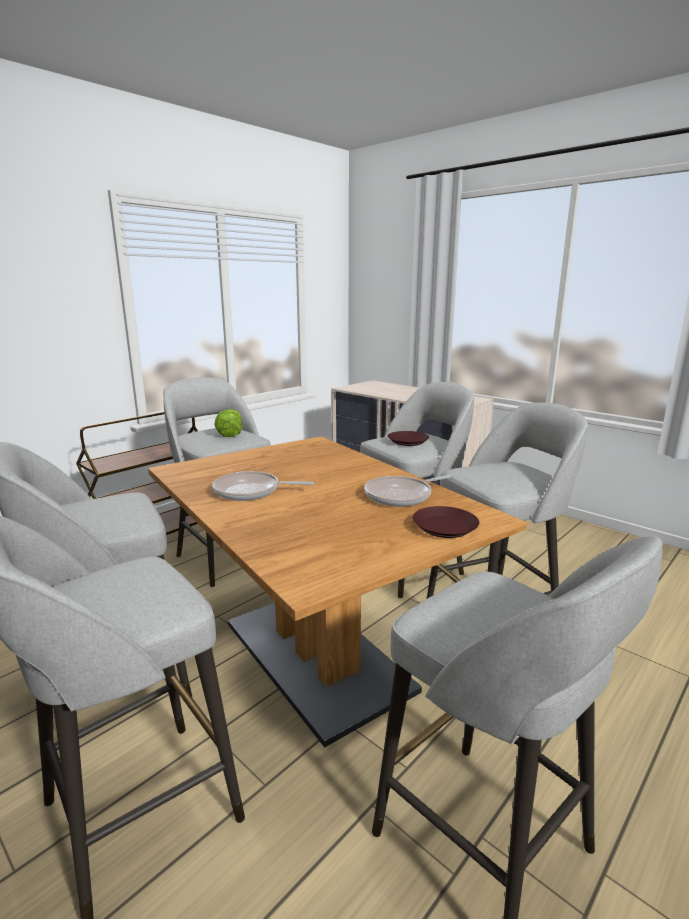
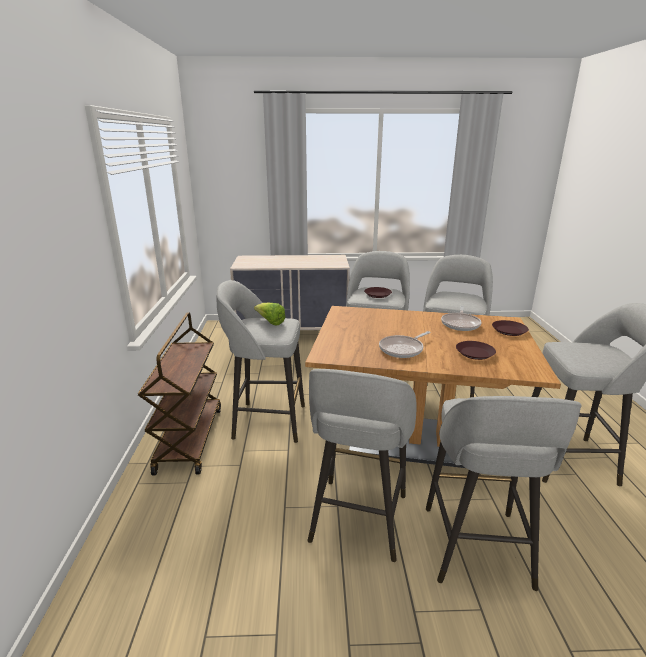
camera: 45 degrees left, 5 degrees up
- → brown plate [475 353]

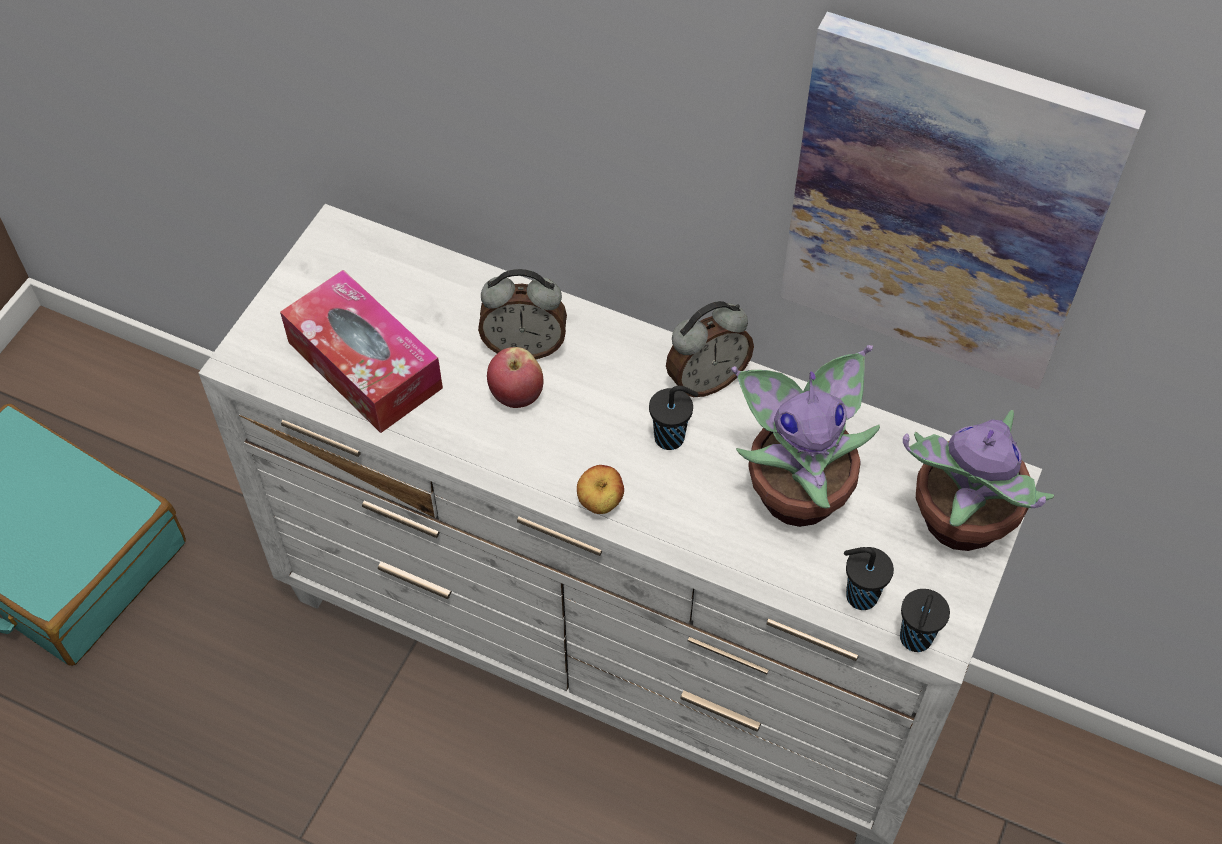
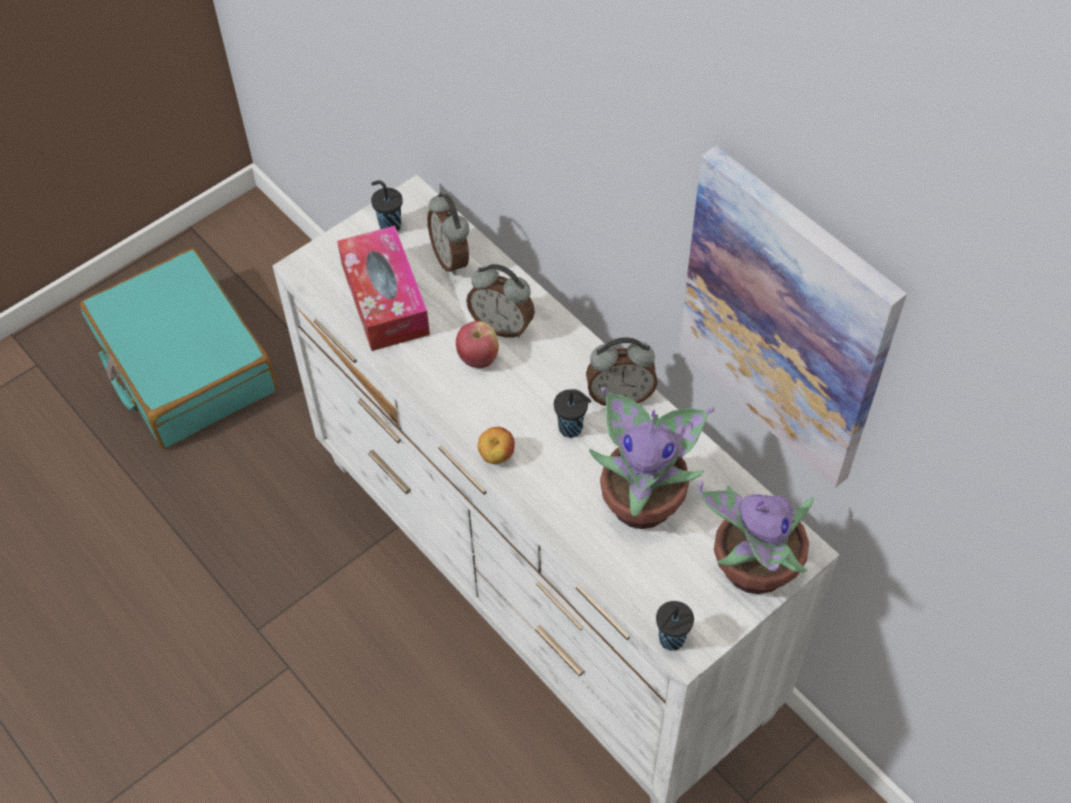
camera: 25 degrees right, 0 degrees up
black cup [859 596] → black cup [389 225], moved
- → alarm clock [452 258]

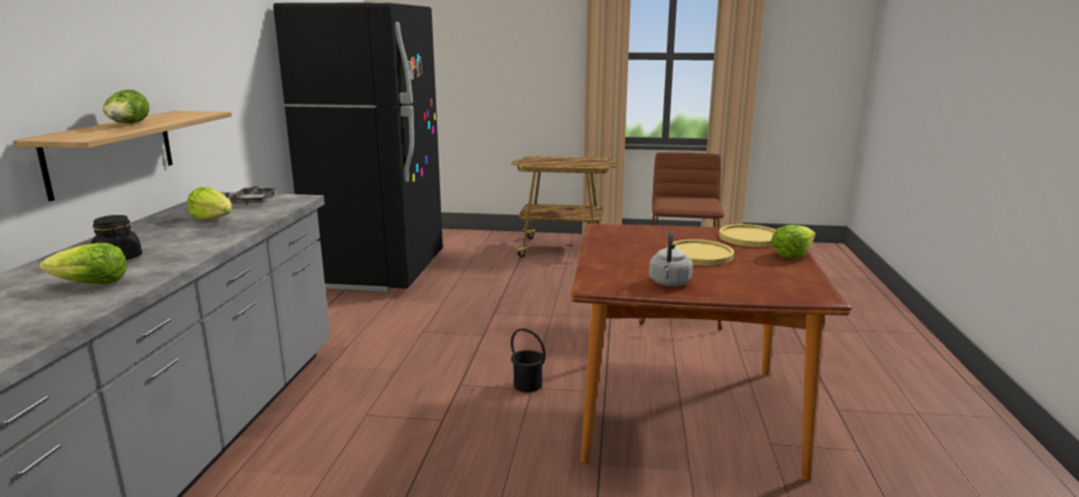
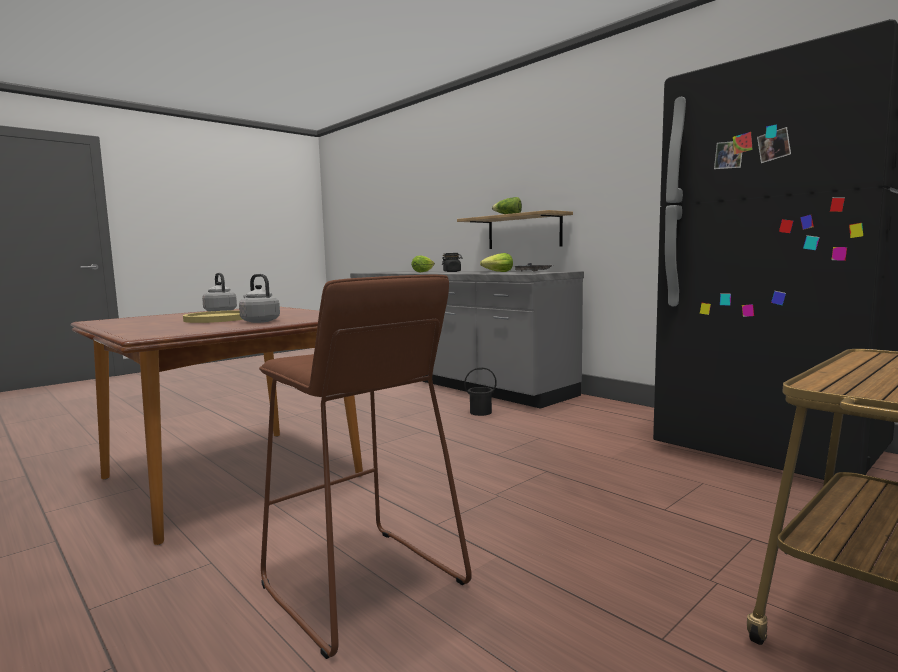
camera: 130 degrees right, 10 degrees down
- → grey kettle [259 321]
black bucket [527 385] → black bucket [480 412], moved
yellow plate [750 237] → -
lettuce [792 254] → -

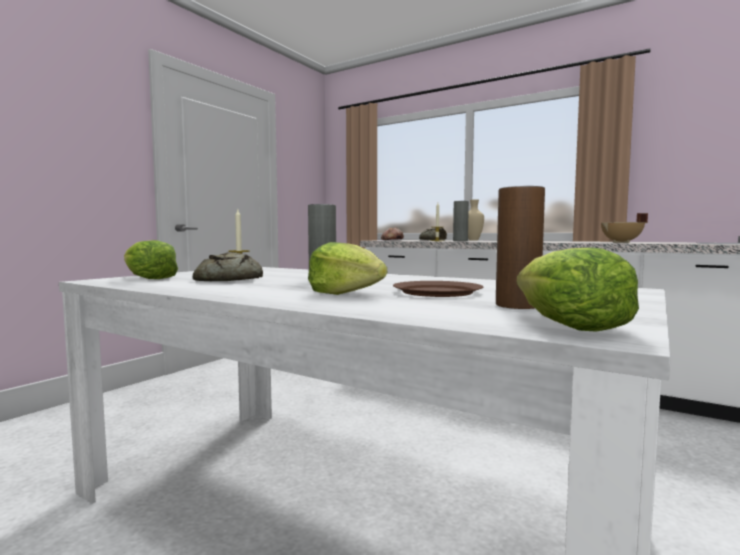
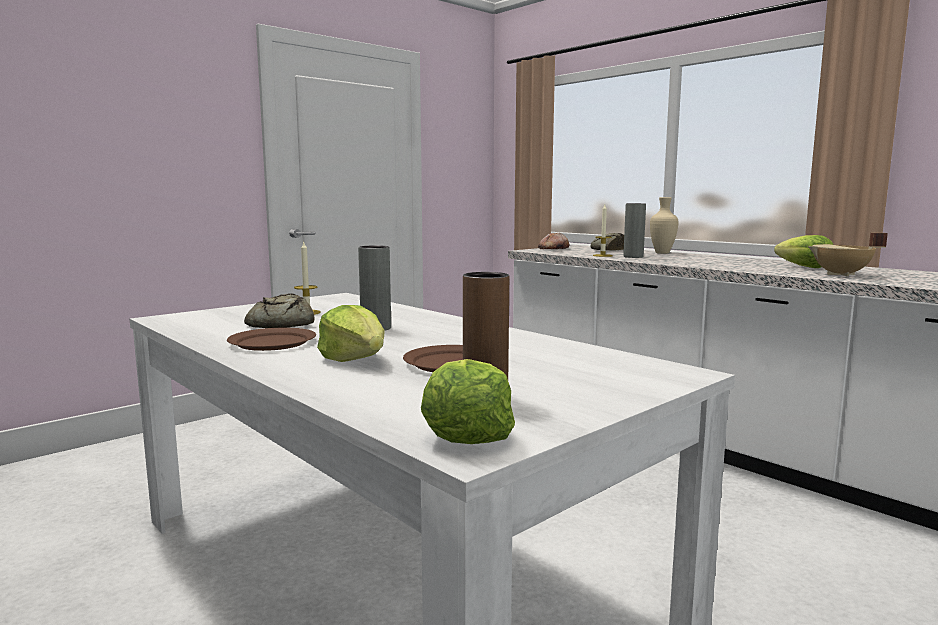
camera: 15 degrees right, 5 degrees up
- → brown plate [272 342]
lettuce [149 278] → lettuce [804 267], moved

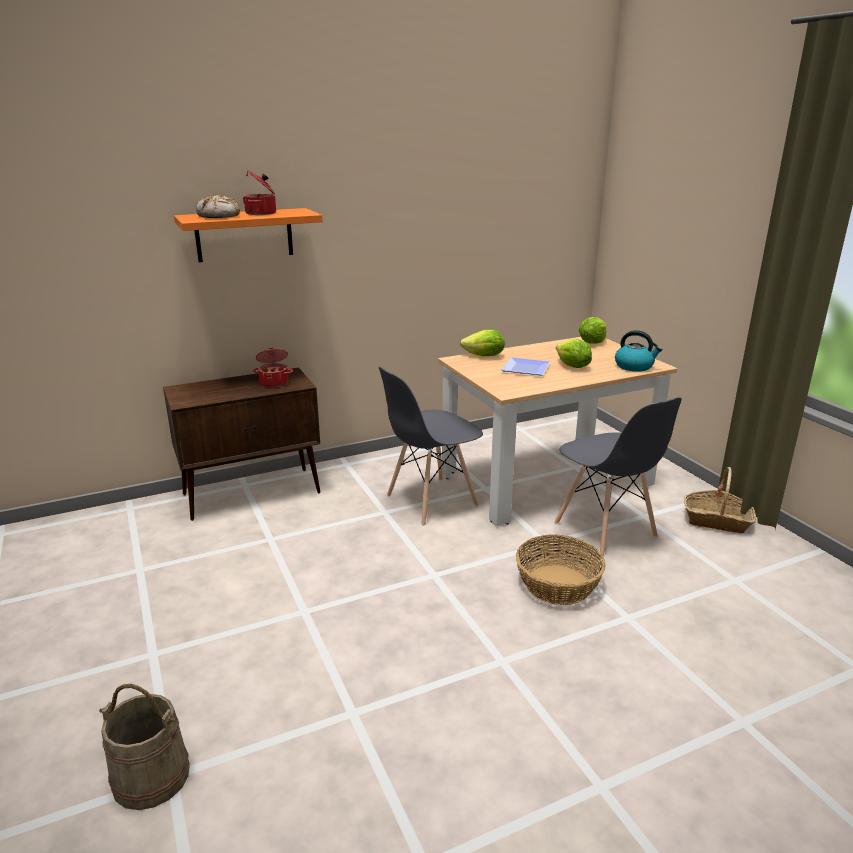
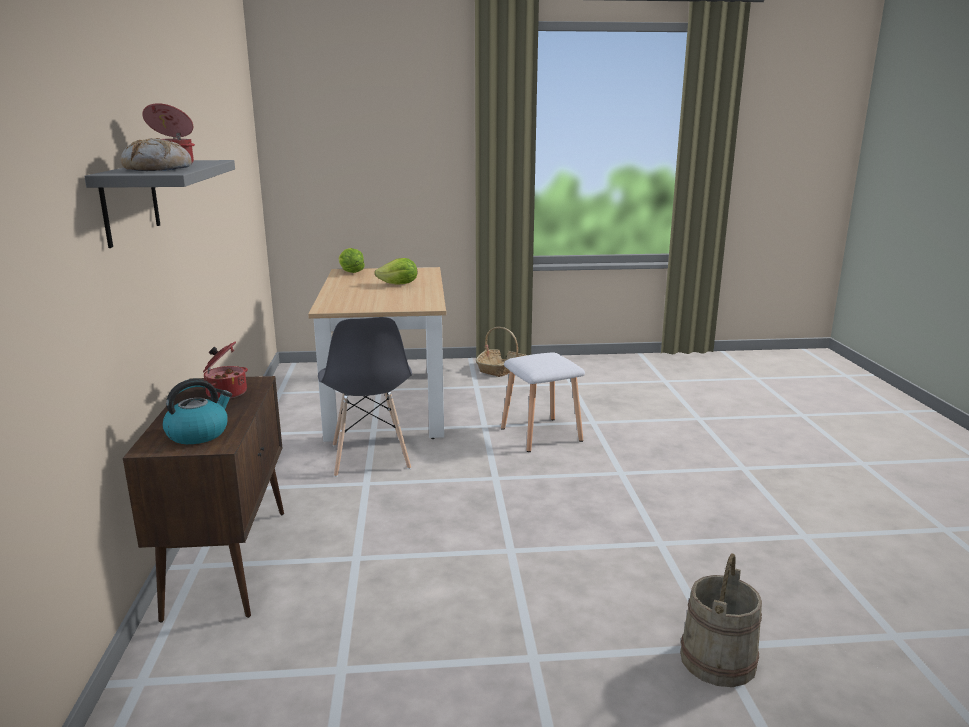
camera: 70 degrees left, 5 degrees down
orange shelf [244 235] → grey shelf [130 201]
kettle [634 366] → kettle [198 433], moved
basket [558 584] → white stool [542 434]
lettuce [484 356] → -
plate [524 368] → -
grey chair [605 530] → -

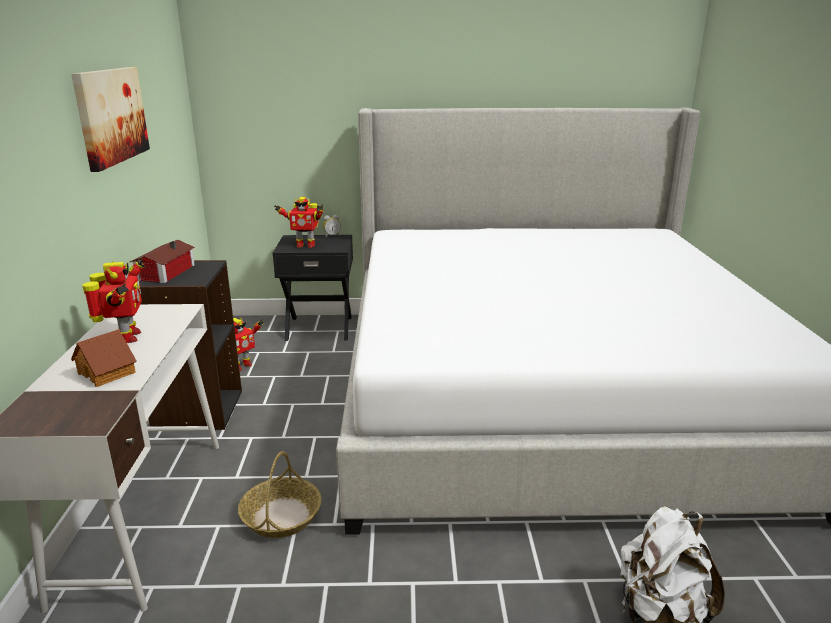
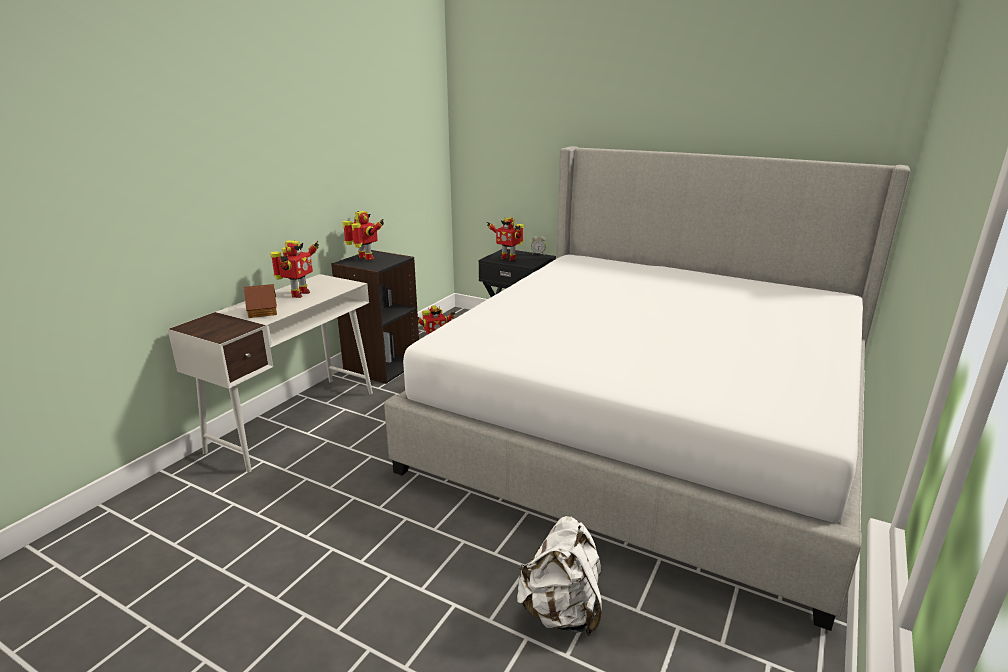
camera: 30 degrees right, 0 degrees up
toy house [163 273] → toy robot [365 258]
picture [111 116] → -
basket [281 516] → -

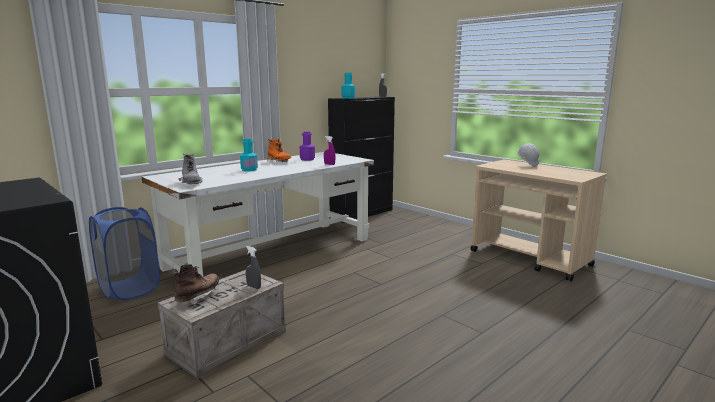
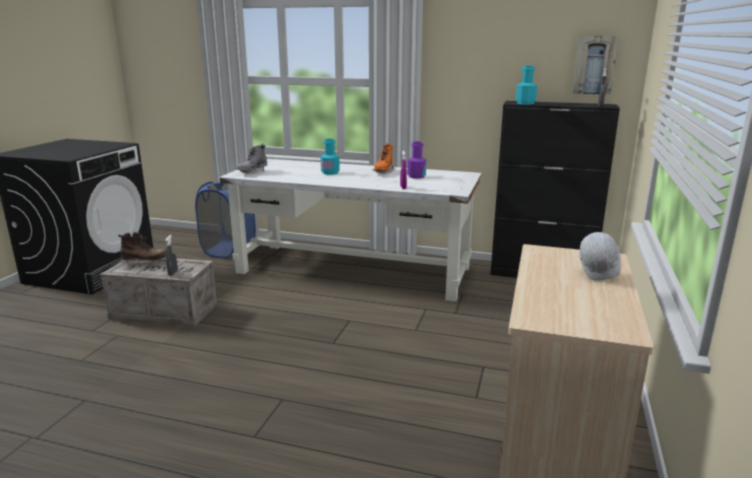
camera: 60 degrees right, 5 degrees up
- → picture [594 65]

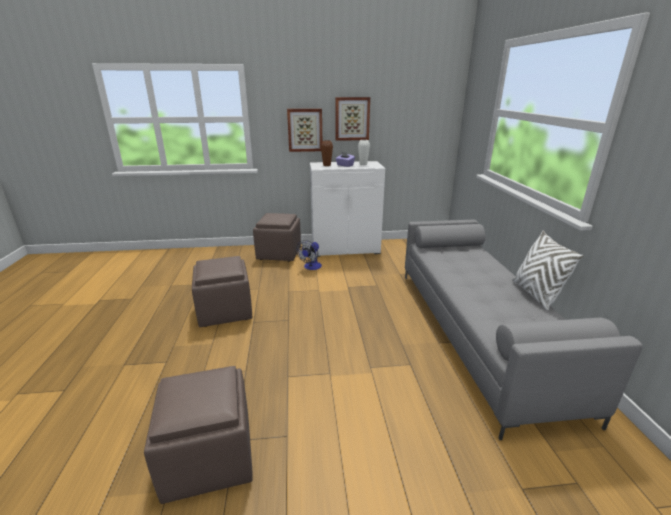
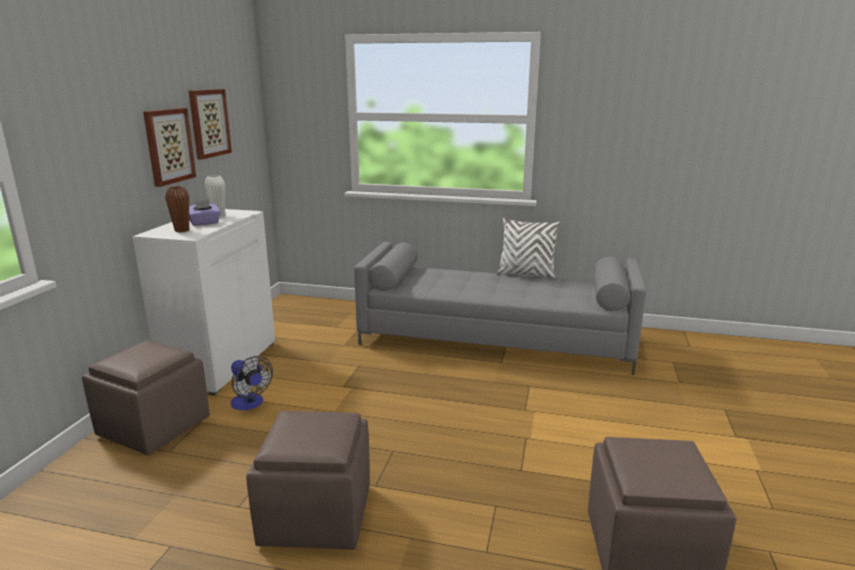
camera: 70 degrees left, 5 degrees down
picture [305 130] → picture [209 123], moved

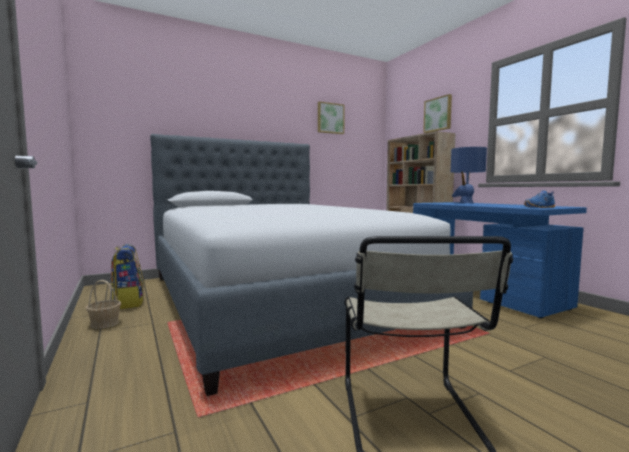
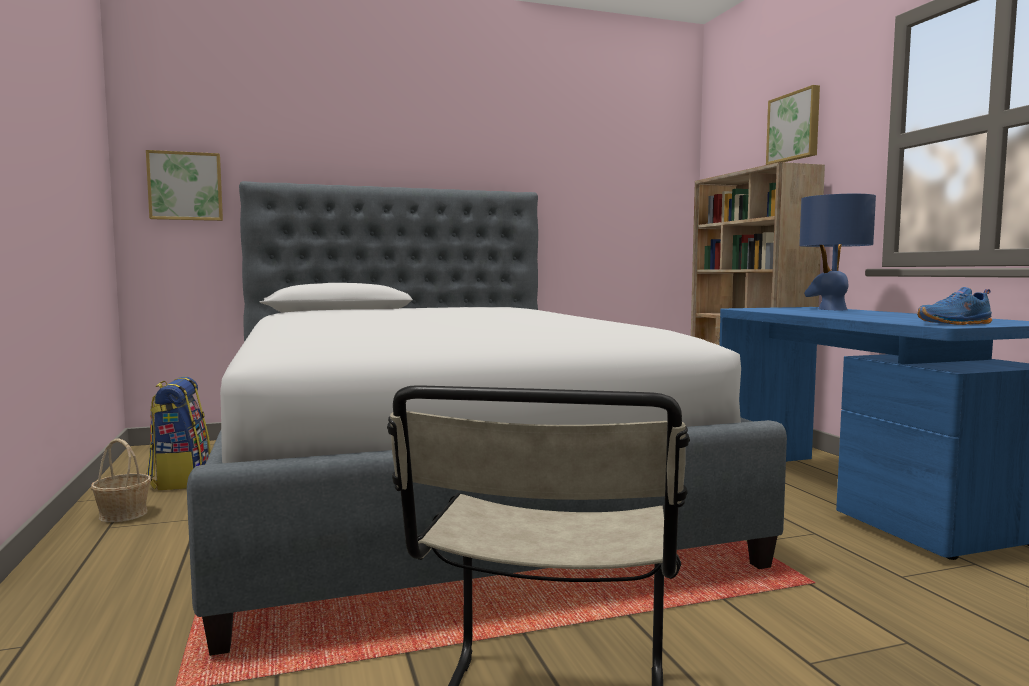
camera: 10 degrees right, 0 degrees up
picture [330 118] → picture [185 186], moved

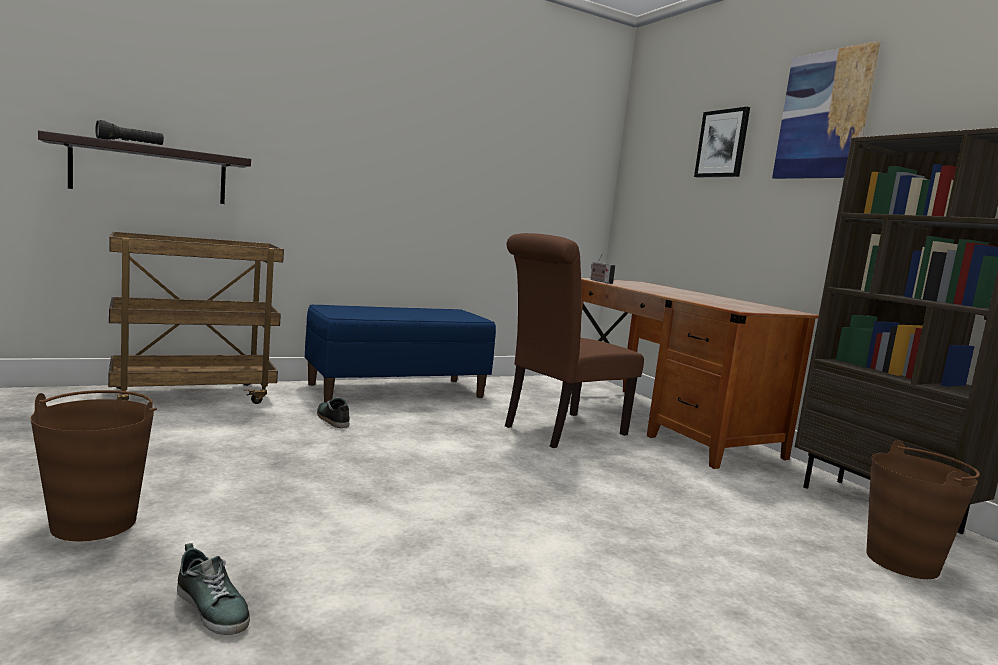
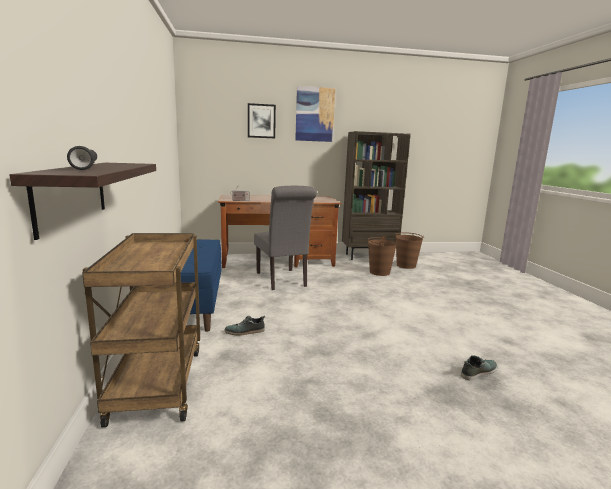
camera: 70 degrees left, 5 degrees up
brown chair [559 431] → grey chair [282 280]
brown bucket [95 523] → brown bucket [379 272], moved

